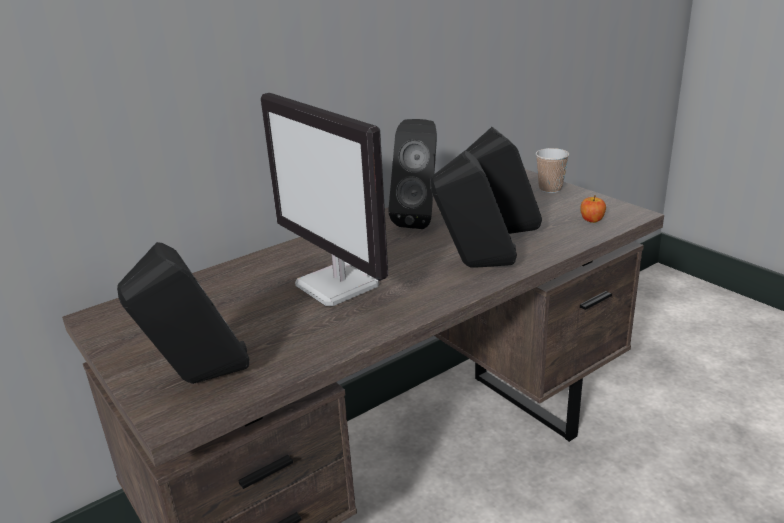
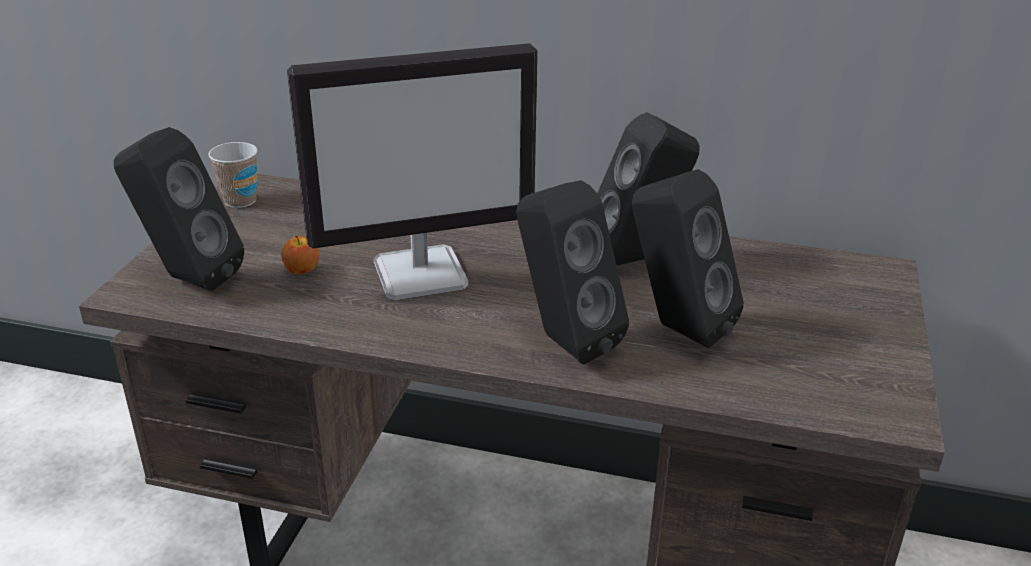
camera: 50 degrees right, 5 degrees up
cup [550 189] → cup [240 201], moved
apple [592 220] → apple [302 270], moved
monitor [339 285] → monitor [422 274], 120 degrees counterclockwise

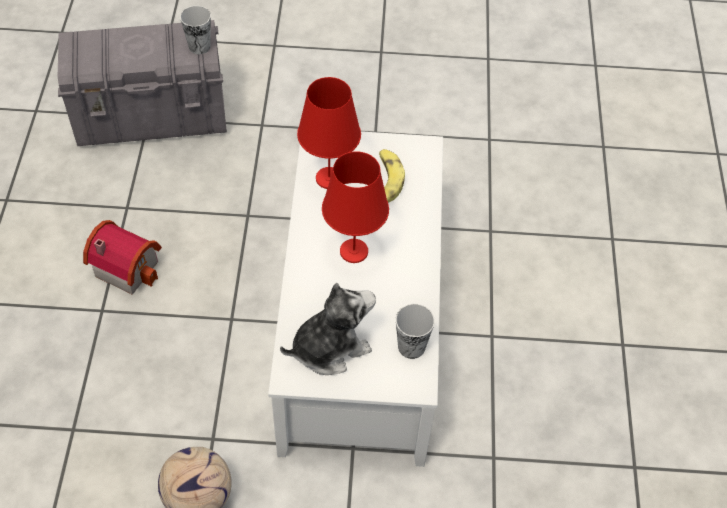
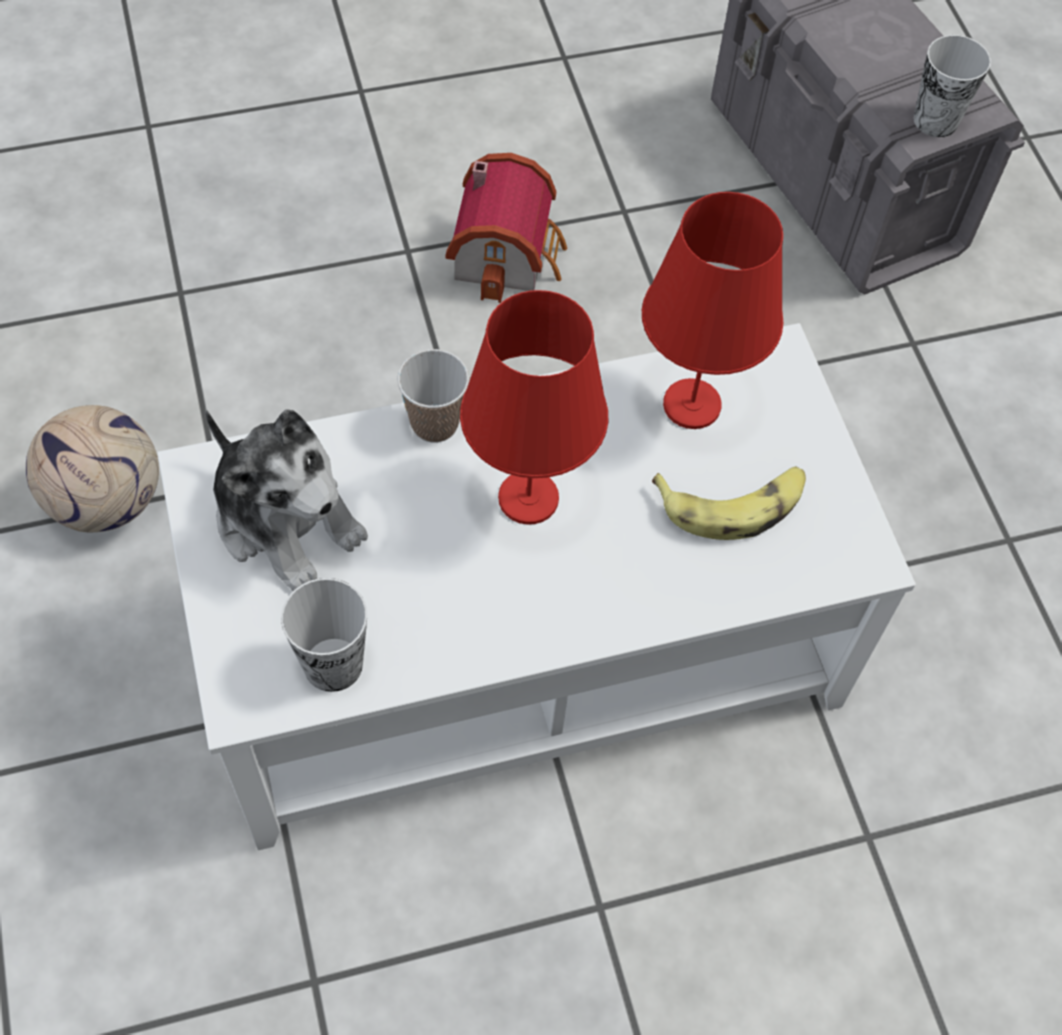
camera: 70 degrees right, 5 degrees up
- → cup [434 423]

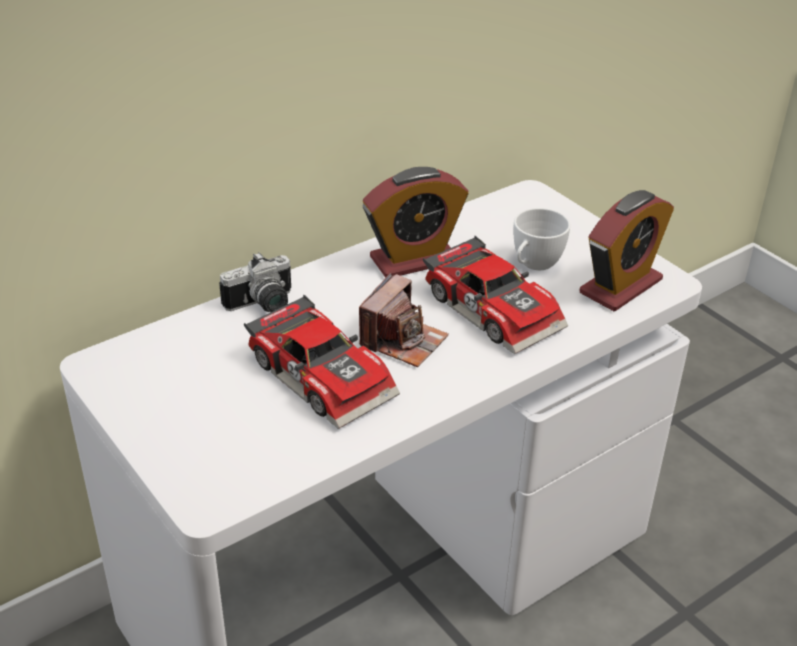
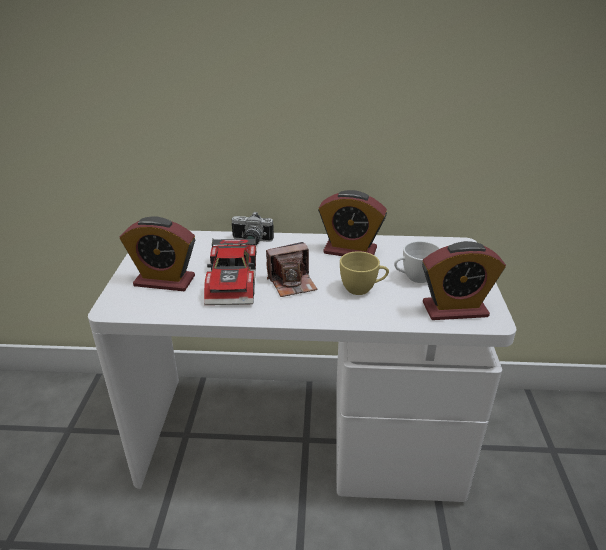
camera: 40 degrees right, 5 degrees down
- → alarm clock [164 281]
toy car [496 308] → yellow cup [362 289]

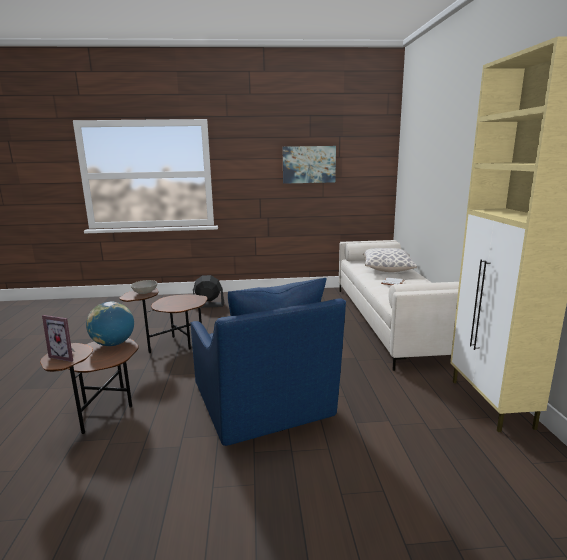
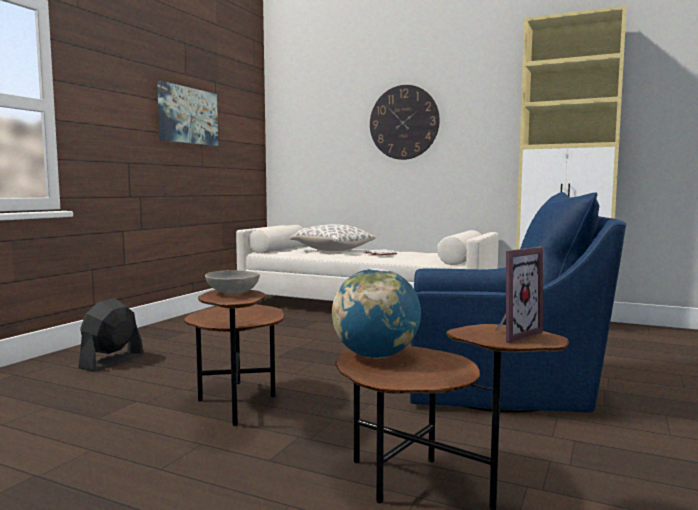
camera: 60 degrees left, 10 degrees down
- → wall clock [404 122]

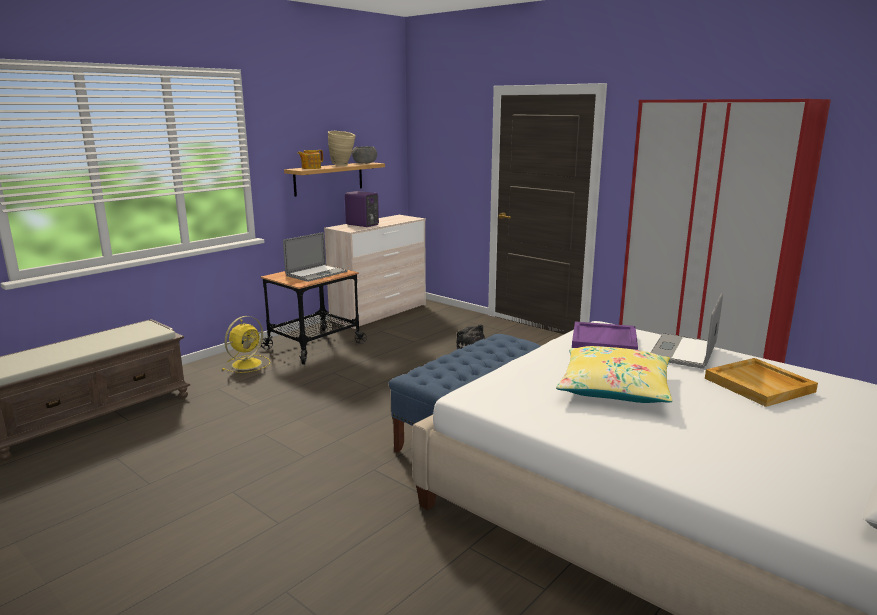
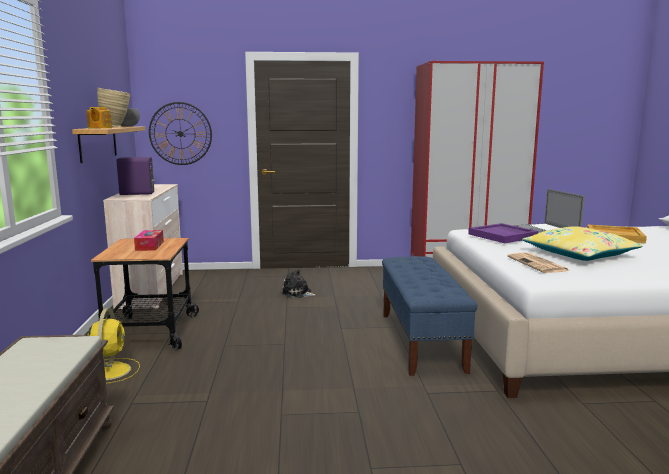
camera: 45 degrees left, 5 degrees down
laptop [316 273] → tissue box [149 246]
- → wall clock [180 133]
- → newspaper [538 264]

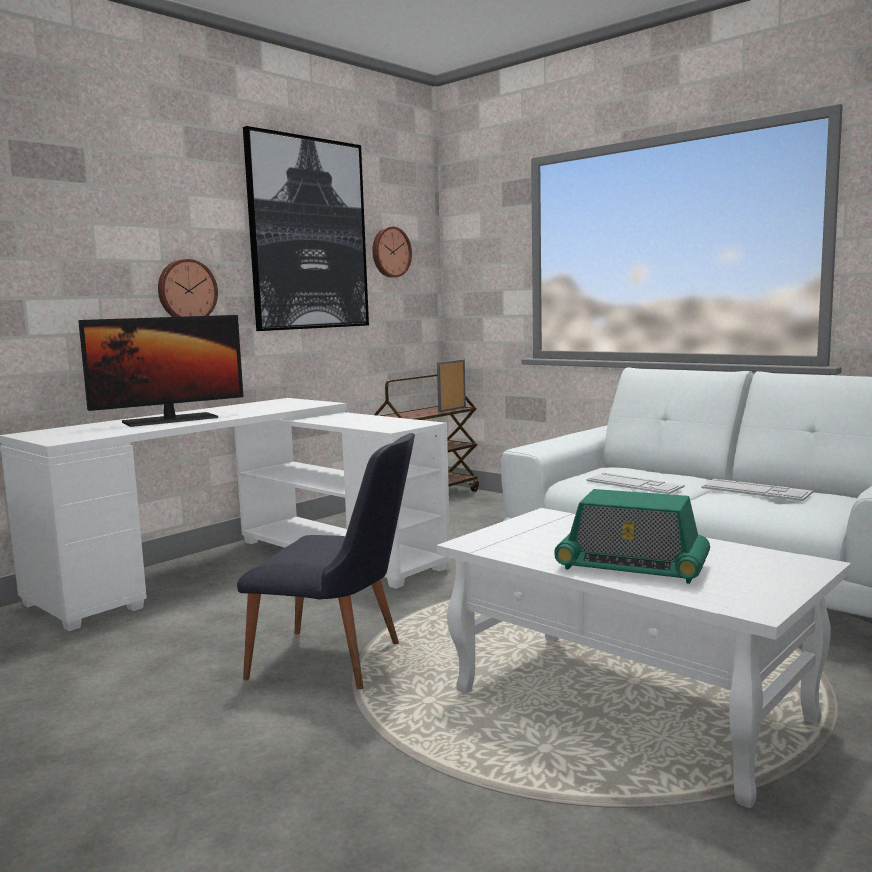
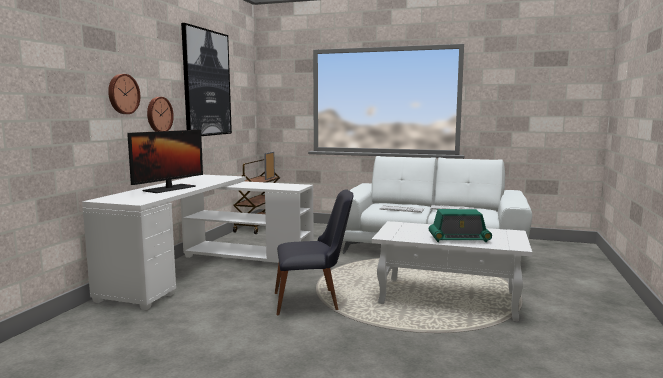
camera: 25 degrees left, 0 degrees up
wall clock [390 252] → wall clock [122 94], moved

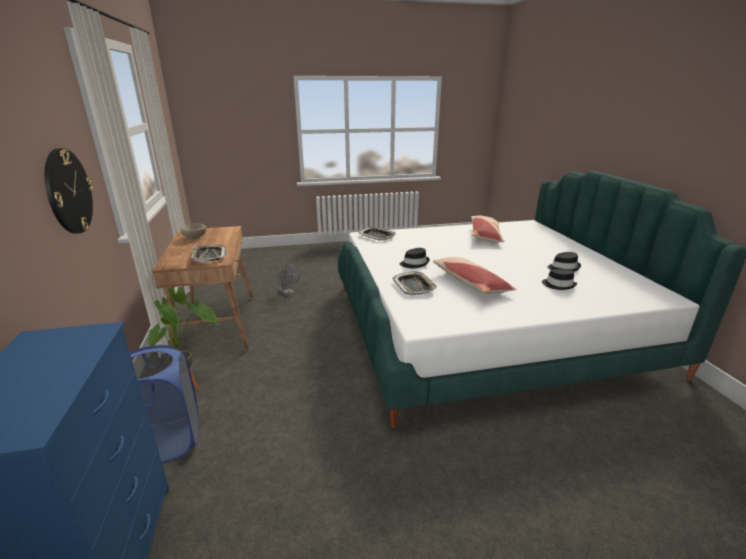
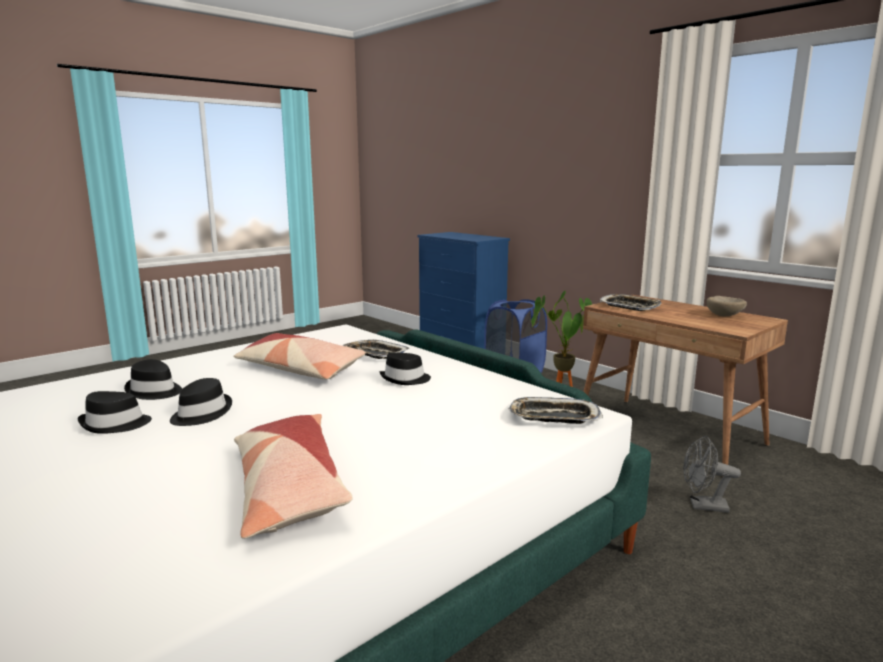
camera: 150 degrees right, 10 degrees down
- → black hat [201 413]
wall clock [68 191] → -

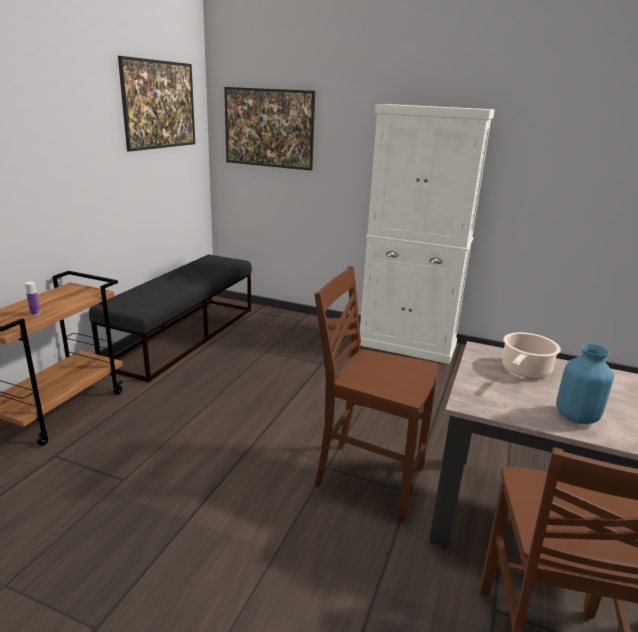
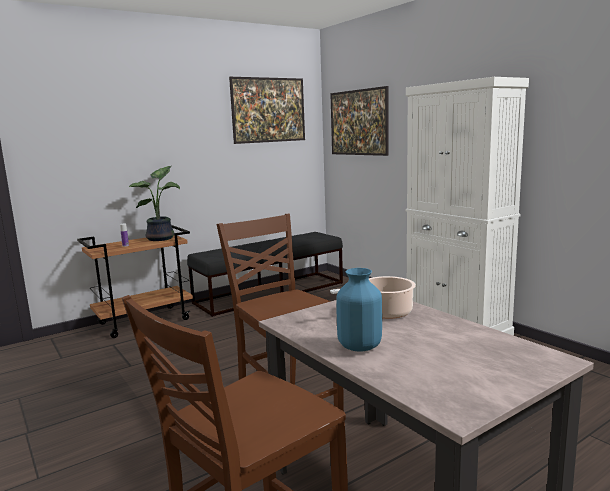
camera: 35 degrees right, 10 degrees down
- → potted plant [162 238]

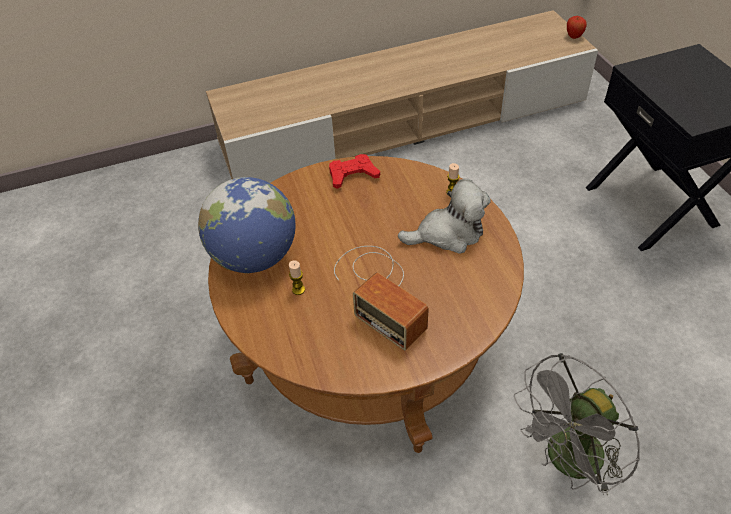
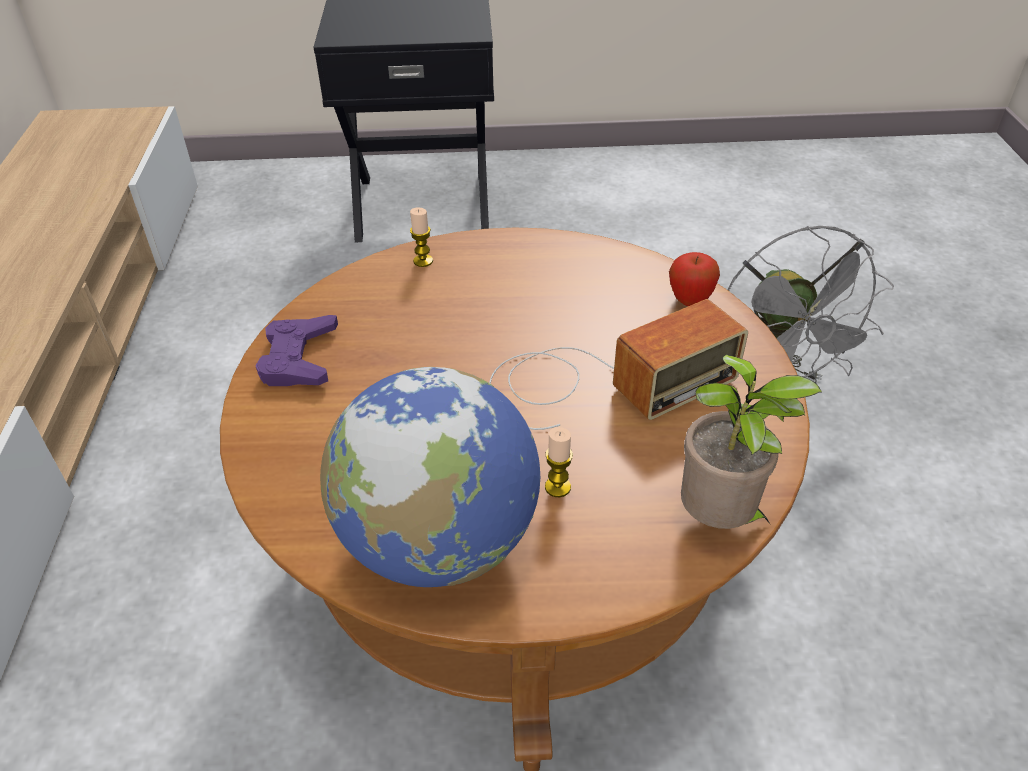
camera: 75 degrees left, 5 degrees down
red game controller [352 175] → purple game controller [299 358]
apple [574 37] → apple [690 301], moved
- → potted plant [720 521]
plush toy [448 234] → -

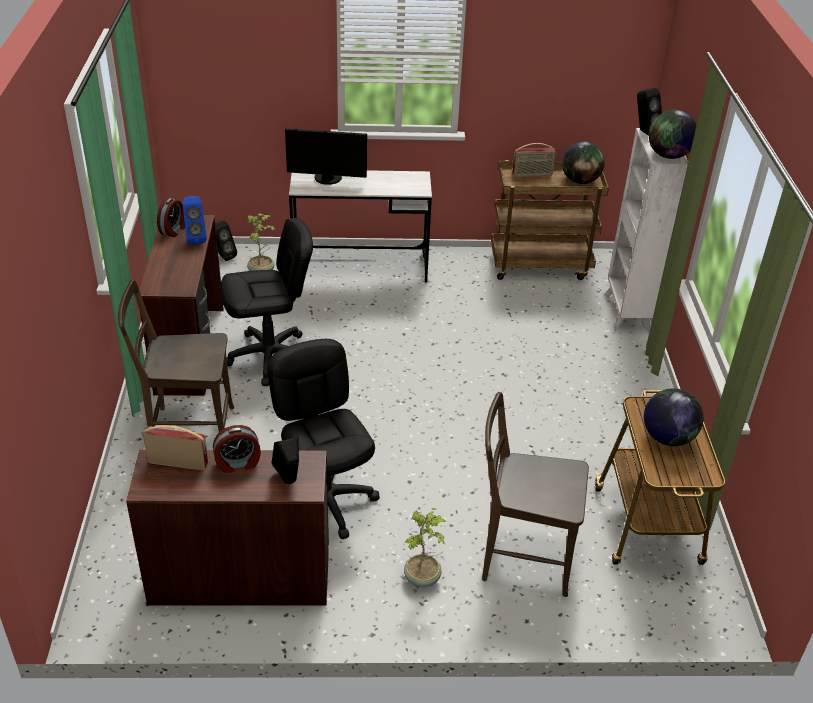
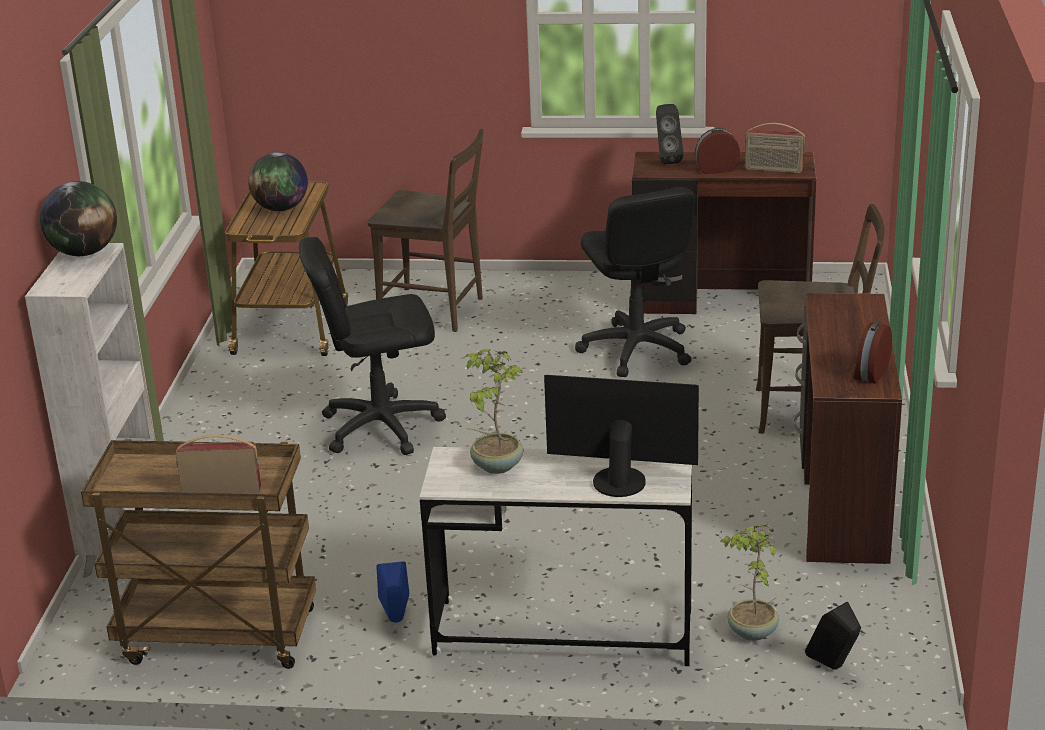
camera: 170 degrees left, 10 degrees down
black office chair [270 357] → black office chair [380 427], moved
blue speaker [196 238] → blue speaker [396 621], moved
potted plant [423 578] → potted plant [496 466], moved
globe [580 181] → -
black speaker [644 132] → -

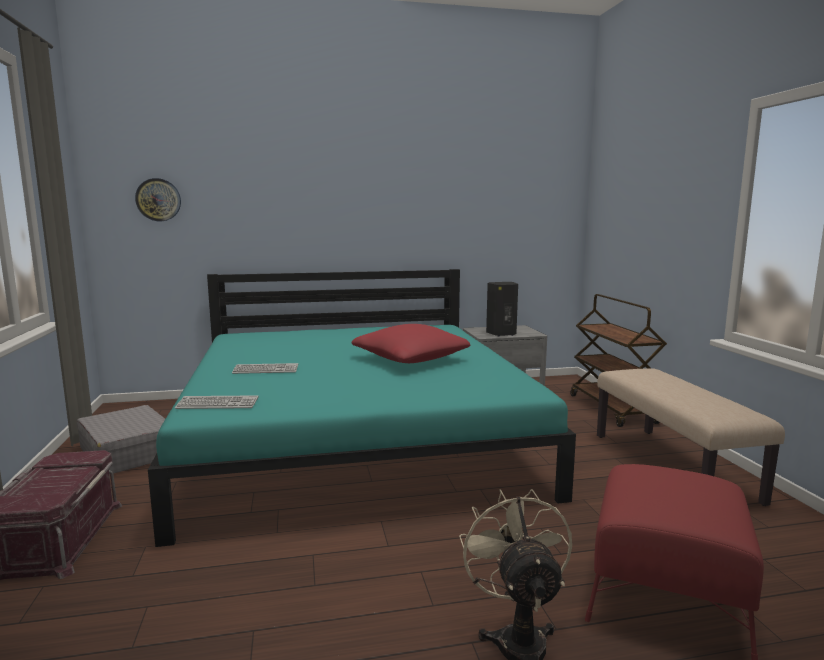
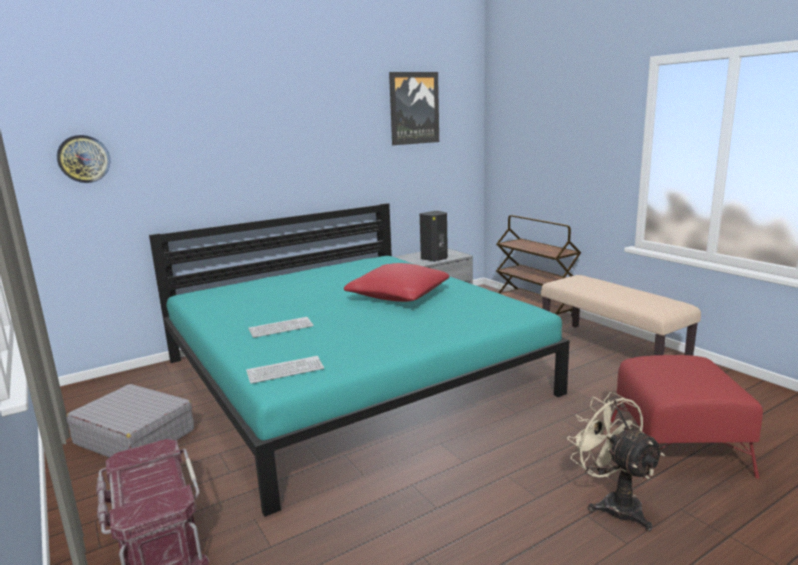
camera: 20 degrees left, 5 degrees up
- → picture [414 108]

